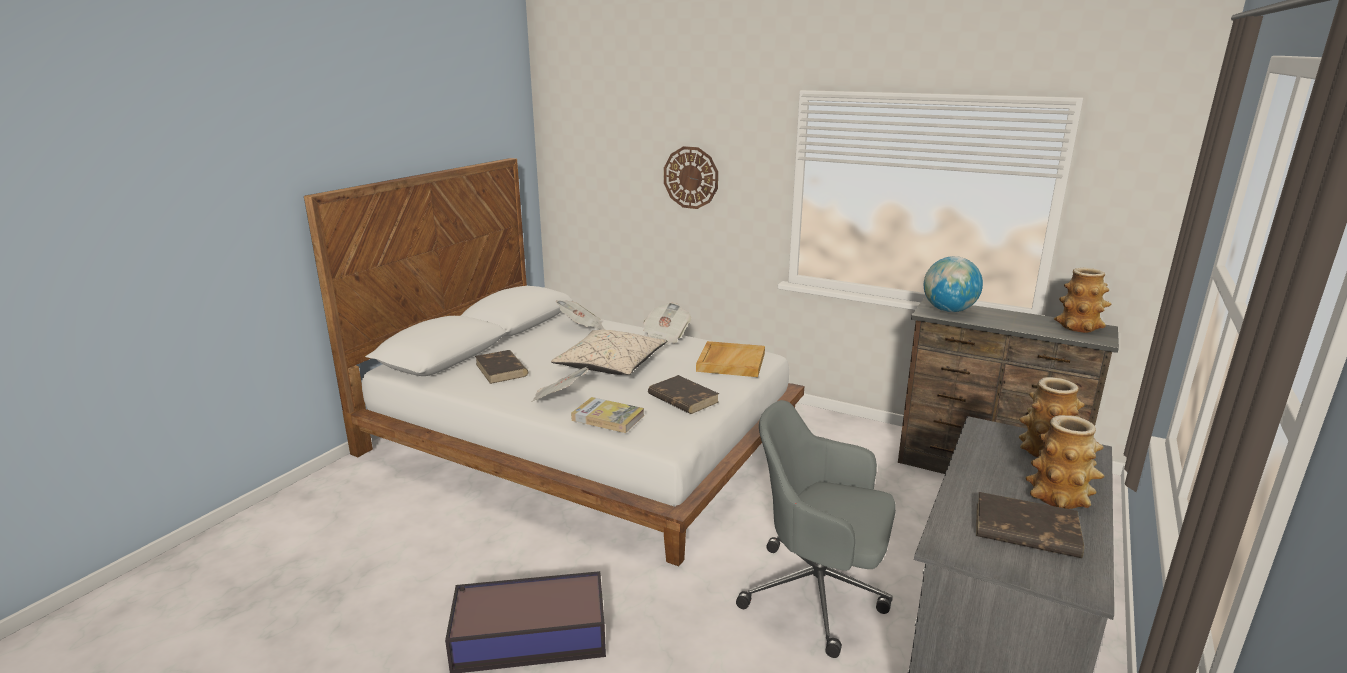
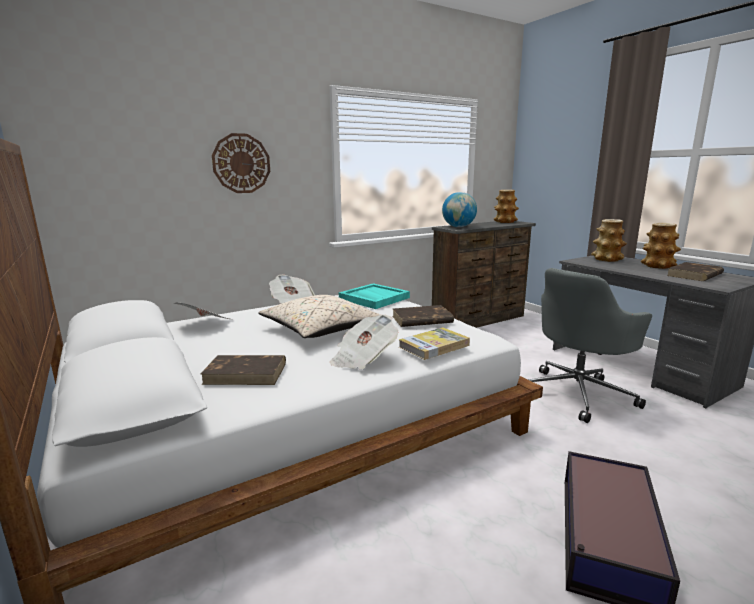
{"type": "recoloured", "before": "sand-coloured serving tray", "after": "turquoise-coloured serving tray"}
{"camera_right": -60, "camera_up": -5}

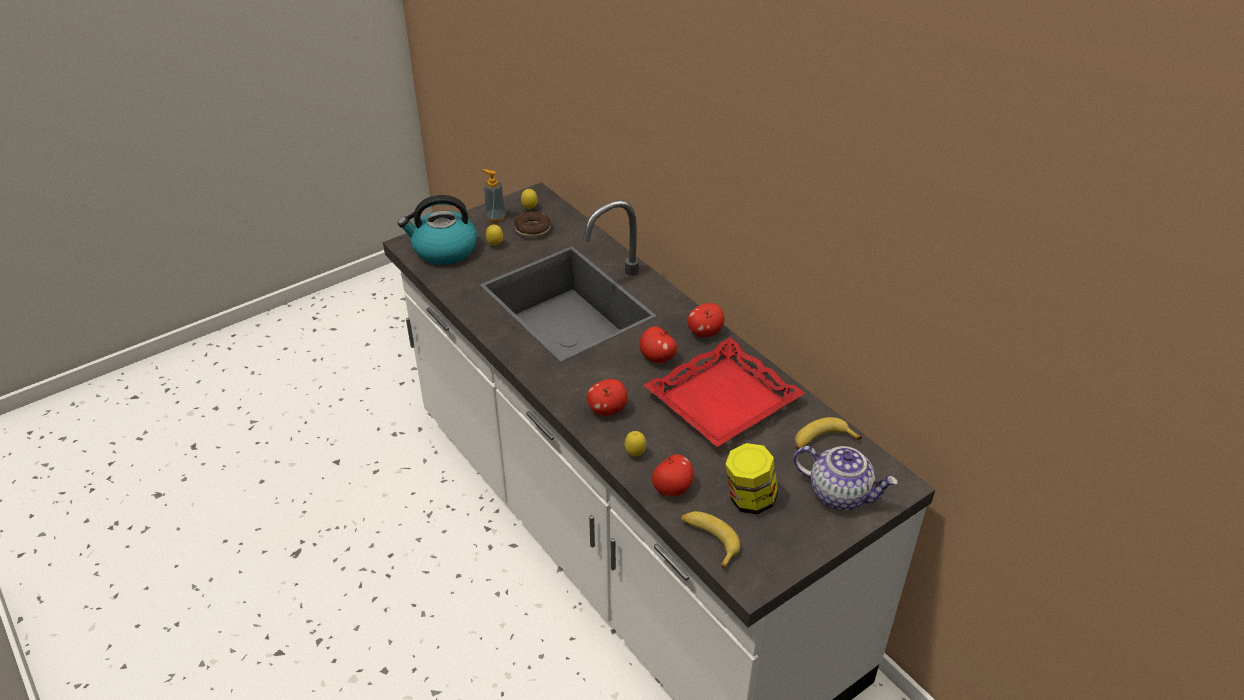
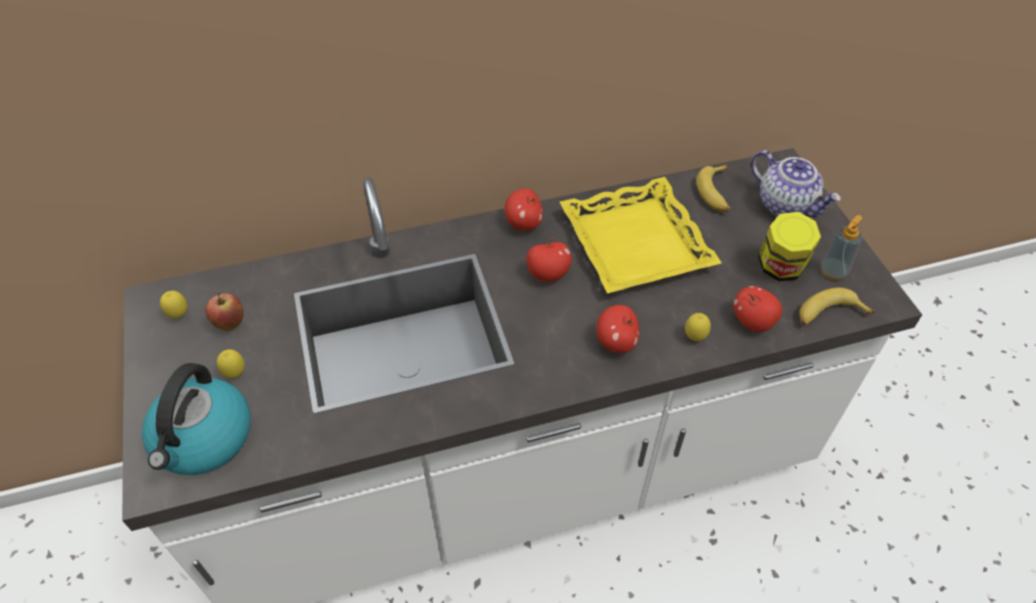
{"type": "moved", "before": "liquid soap bottle"}
{"type": "replaced", "before": "doughnut", "after": "apple (1st from left)"}
{"type": "recoloured", "before": "reddish serving tray", "after": "yellow-coloured serving tray"}
{"type": "turned", "before": "tea pot", "turn": 90}
{"camera_right": -70, "camera_up": 10}

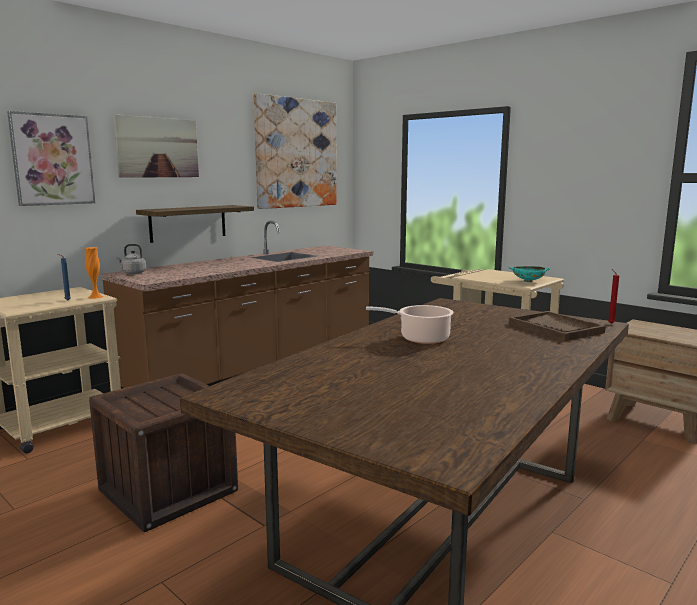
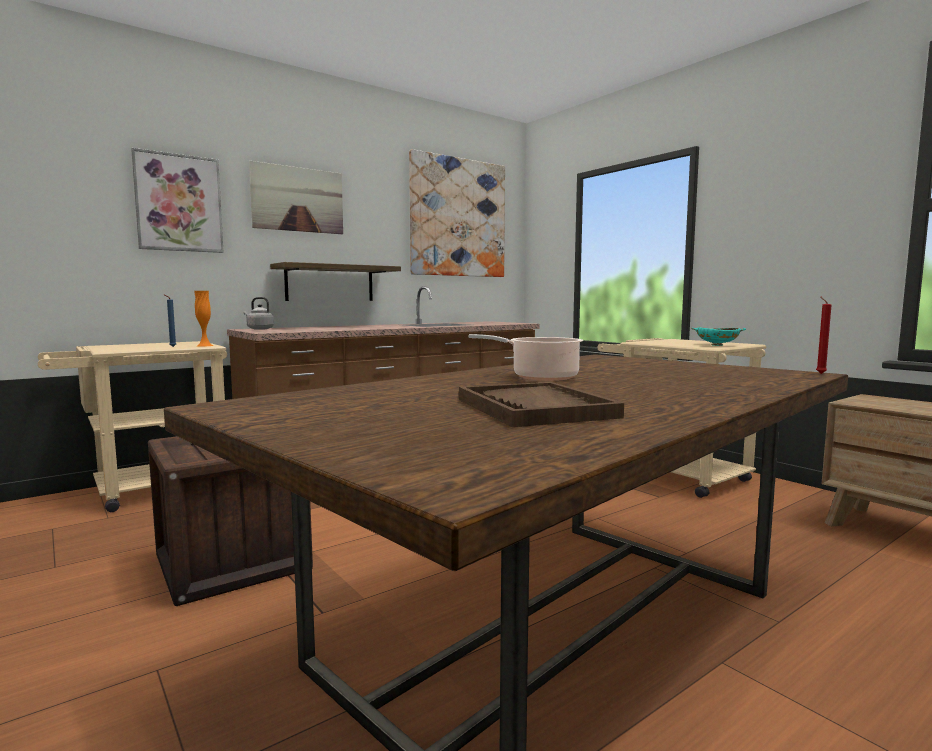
{"type": "moved", "before": "brownish serving tray"}
{"camera_right": 10, "camera_up": -5}

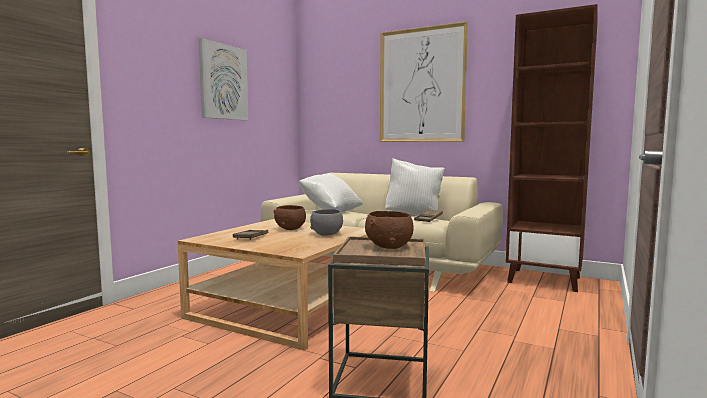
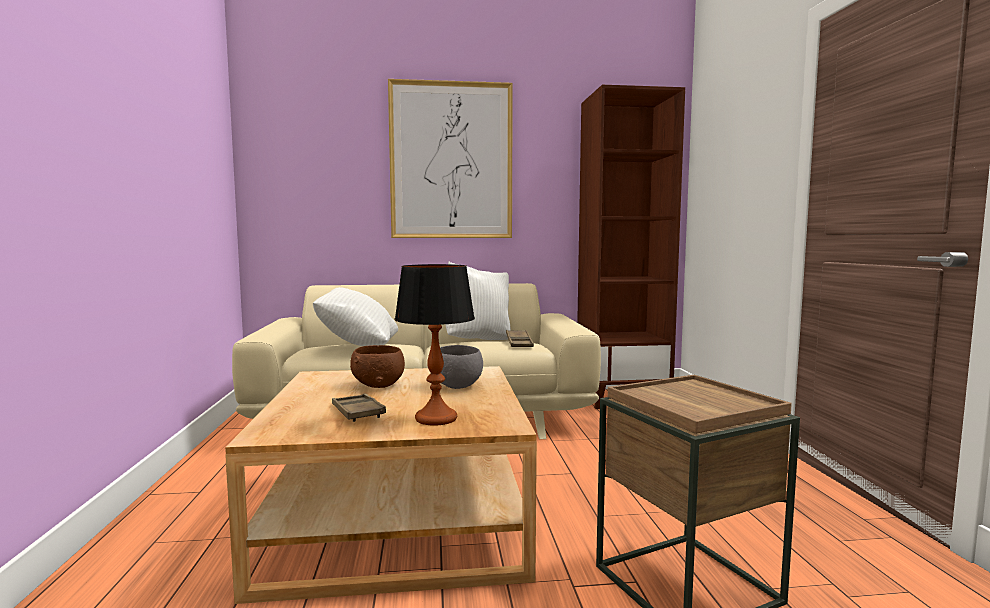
{"type": "removed", "before": "wall art (1st from left)"}
{"type": "removed", "before": "brownish deep dish (2nd from left)"}
{"type": "added", "after": "table lamp"}
{"camera_right": -35, "camera_up": 0}

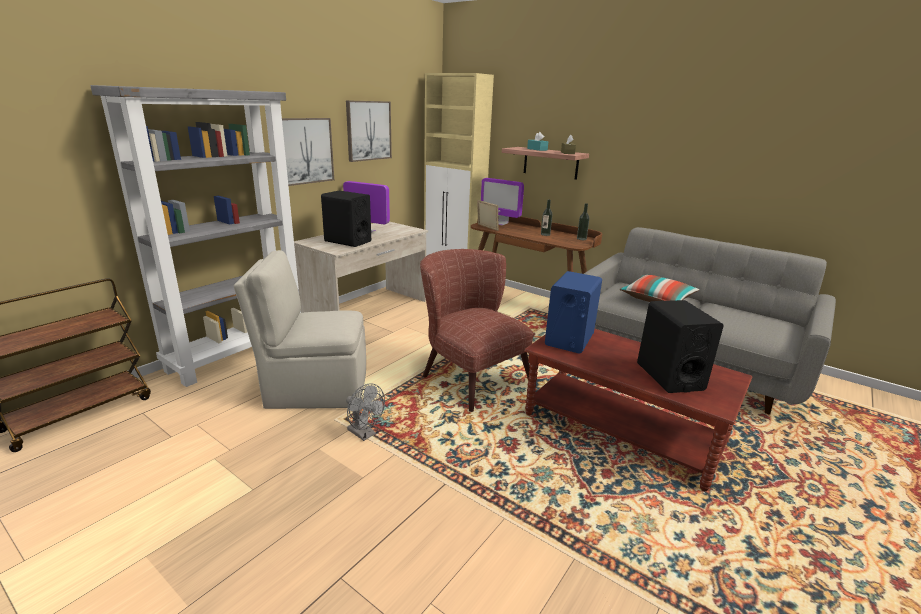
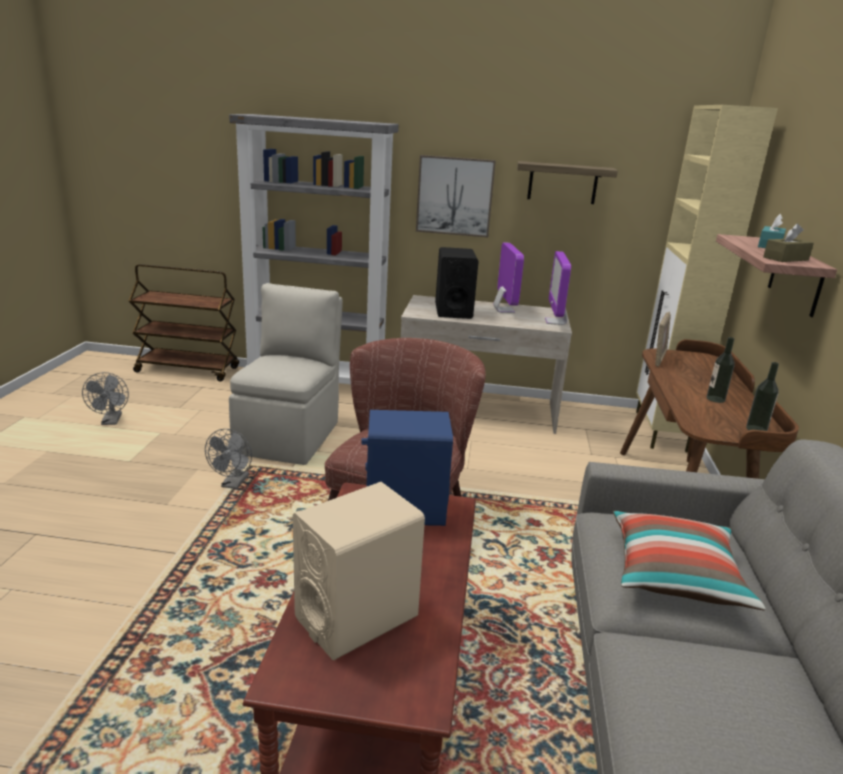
{"type": "added", "after": "gray fan (1st from left)"}
{"type": "moved", "before": "computer screen (2nd from left)"}
{"type": "replaced", "before": "wall art (2nd from left)", "after": "bracket shelf (1st from left)"}
{"type": "recoloured", "before": "blackish audio speaker (2nd from left)", "after": "sand-coloured audio speaker"}
{"type": "turned", "before": "sand-coloured plain chair", "turn": 45}
{"camera_right": 60, "camera_up": 0}

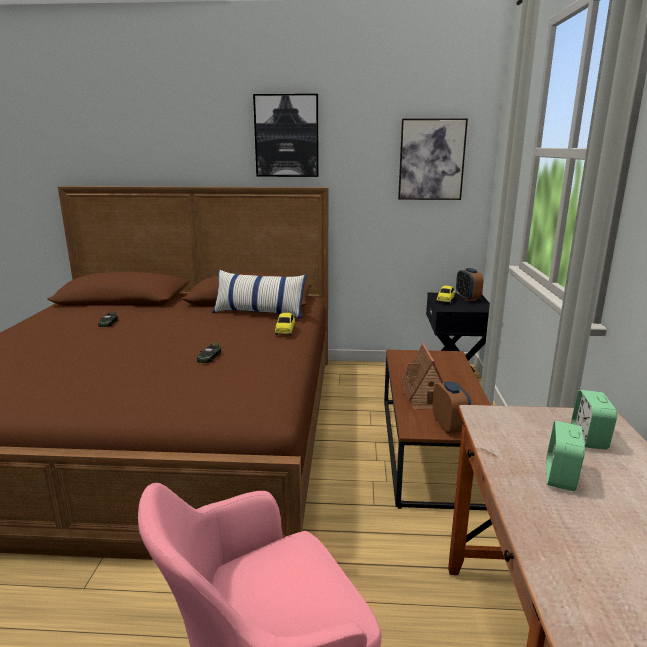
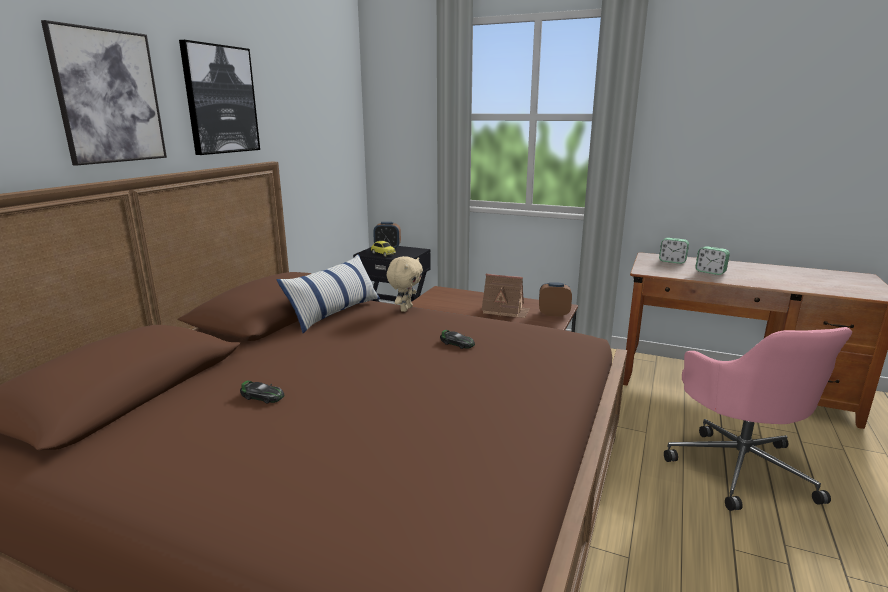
{"type": "moved", "before": "wall art (2nd from left in the first image)", "after": "wall art (1st from left)"}
{"type": "replaced", "before": "model car (3rd from left)", "after": "sand-coloured cuddly toy"}
{"camera_right": -70, "camera_up": 0}

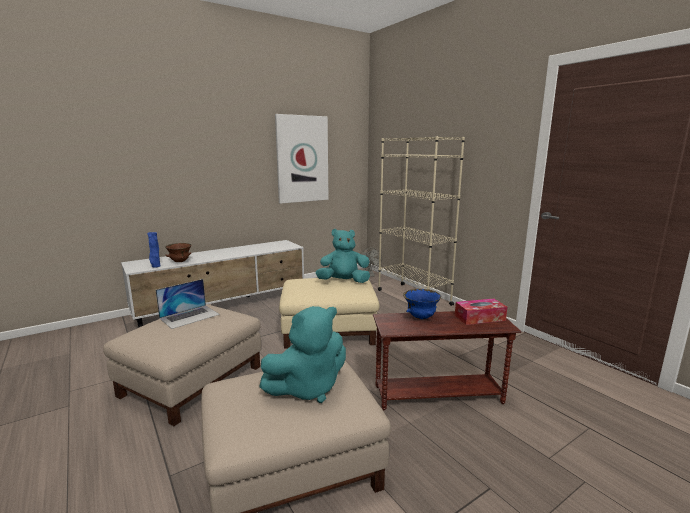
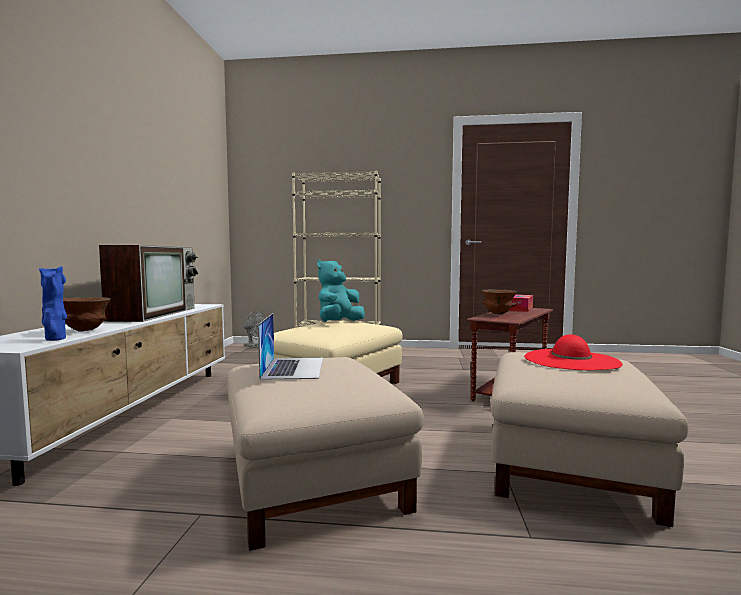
{"type": "removed", "before": "wall art"}
{"type": "added", "after": "TV set"}
{"type": "replaced", "before": "turquoise-coloured cuddly toy (1st from left)", "after": "reddish wearable hat"}
{"type": "recoloured", "before": "blue-coloured deep dish", "after": "brownish deep dish (2nd from left)"}
{"camera_right": -50, "camera_up": -10}

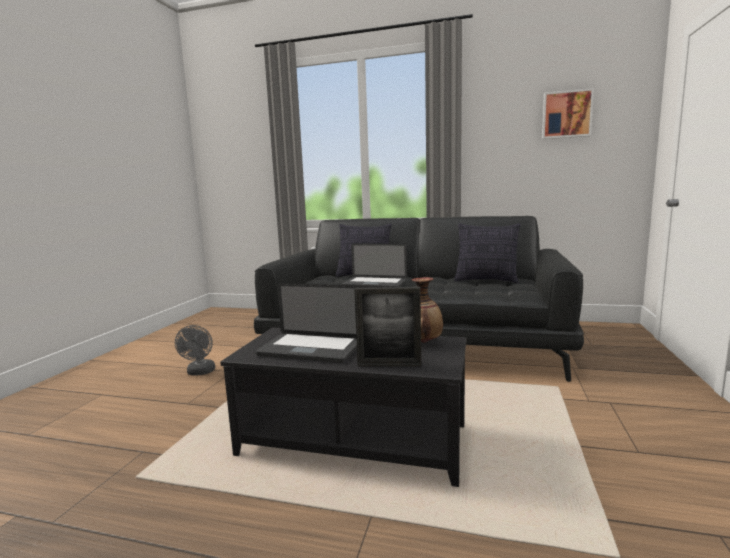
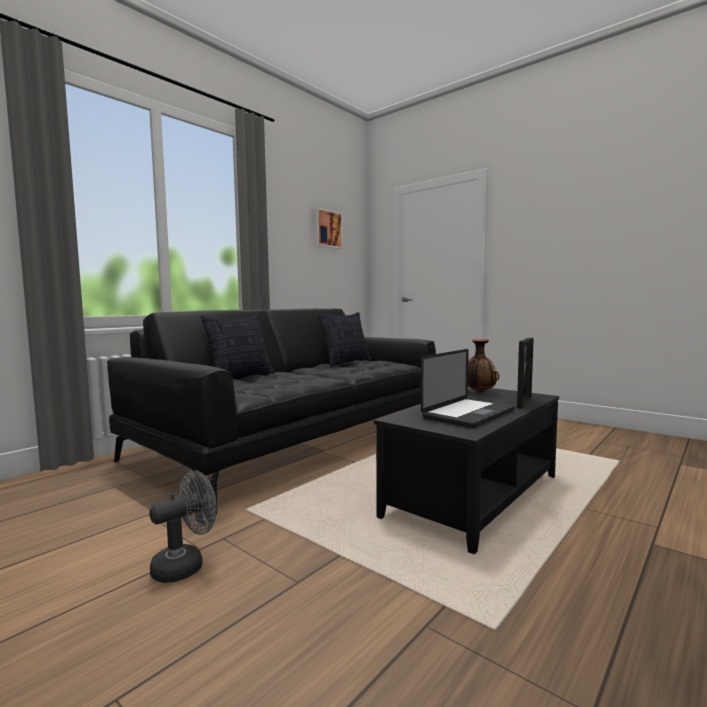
{"type": "removed", "before": "laptop (2nd from left)"}
{"type": "turned", "before": "gray fan", "turn": -60}
{"camera_right": -65, "camera_up": -5}

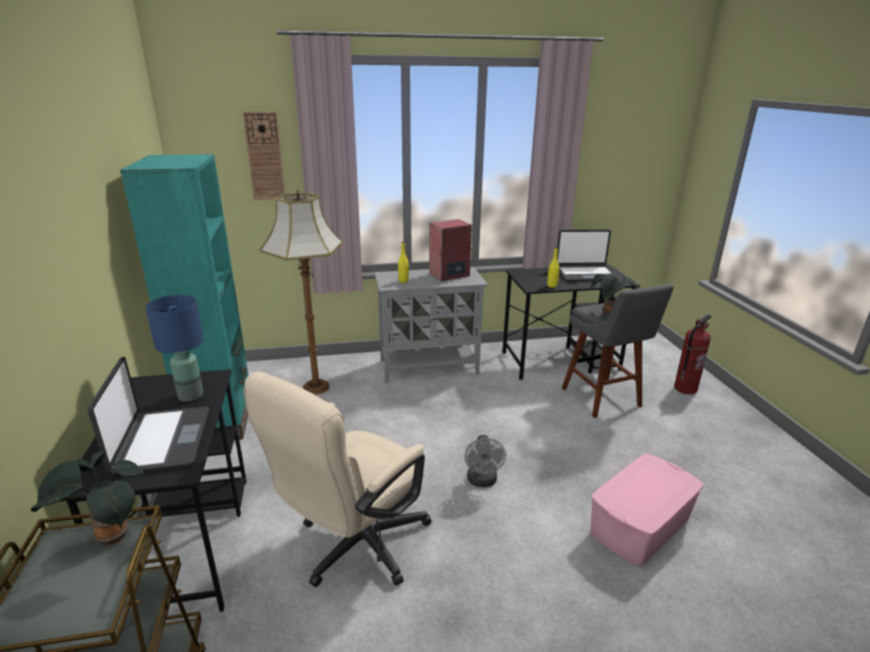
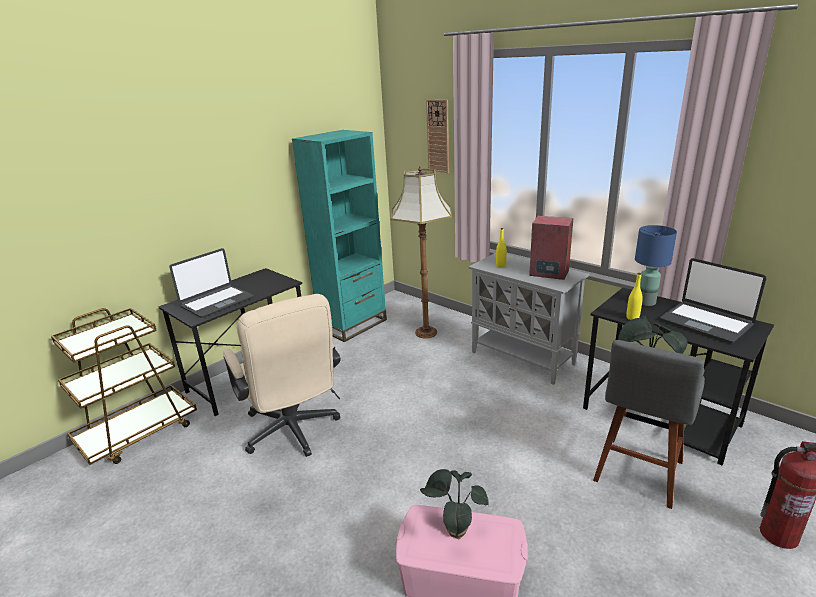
{"type": "removed", "before": "gray fan"}
{"type": "moved", "before": "houseplant (1st from left)"}
{"type": "moved", "before": "blue-coloured table lamp"}
{"type": "turned", "before": "sand-coloured computer chair", "turn": -120}
{"camera_right": 55, "camera_up": 0}

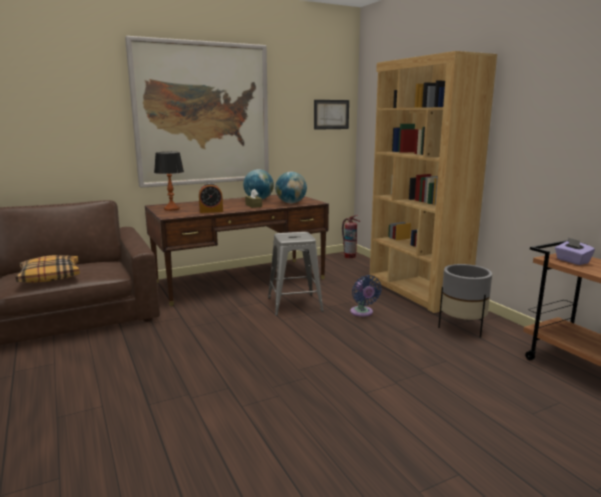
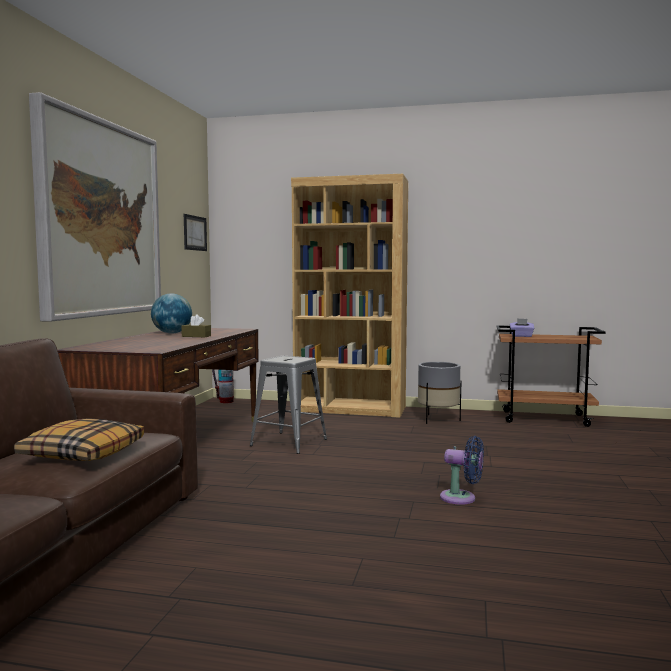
{"type": "removed", "before": "table lamp"}
{"type": "removed", "before": "table clock"}
{"type": "removed", "before": "world globe (2nd from left)"}
{"type": "moved", "before": "blue-coloured fan"}
{"camera_right": -50, "camera_up": -10}

